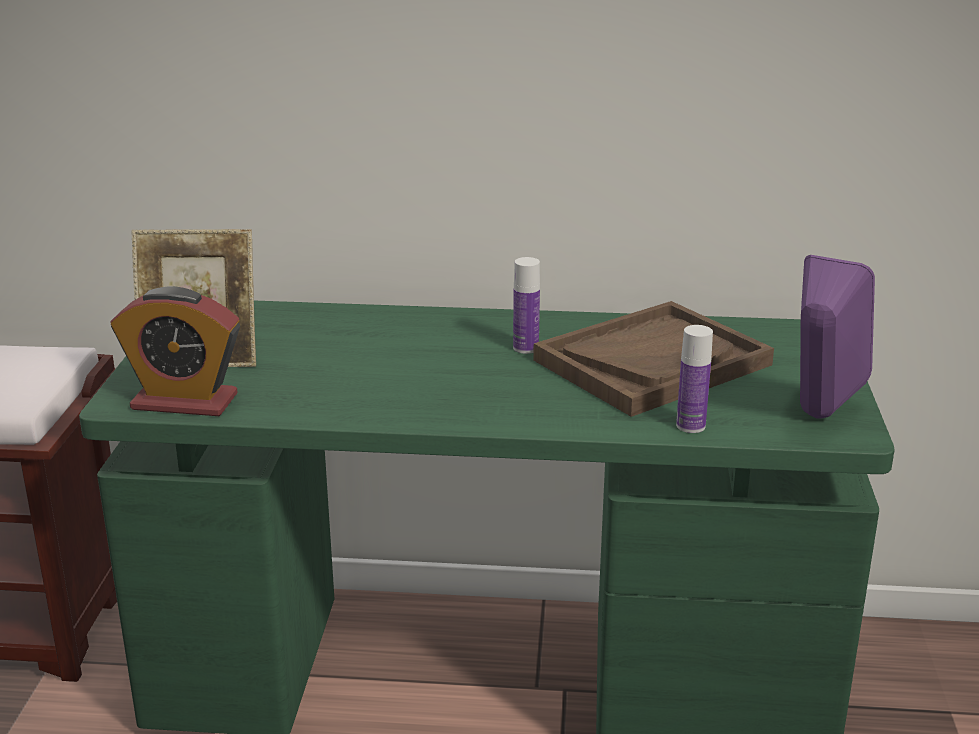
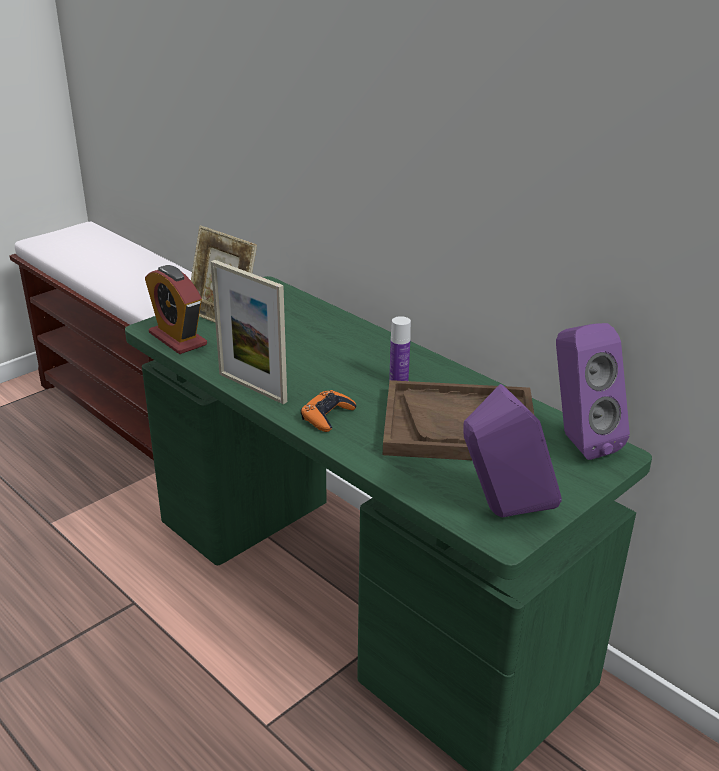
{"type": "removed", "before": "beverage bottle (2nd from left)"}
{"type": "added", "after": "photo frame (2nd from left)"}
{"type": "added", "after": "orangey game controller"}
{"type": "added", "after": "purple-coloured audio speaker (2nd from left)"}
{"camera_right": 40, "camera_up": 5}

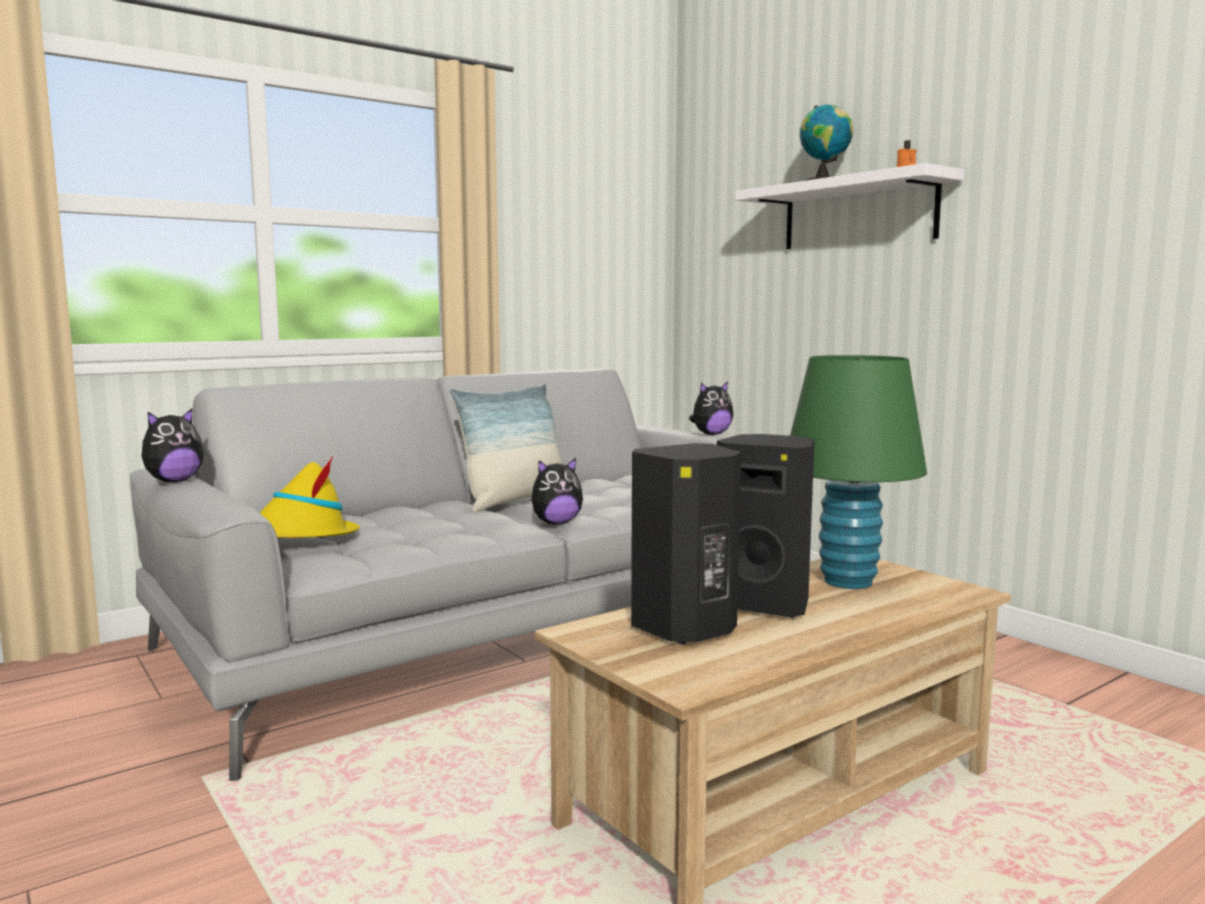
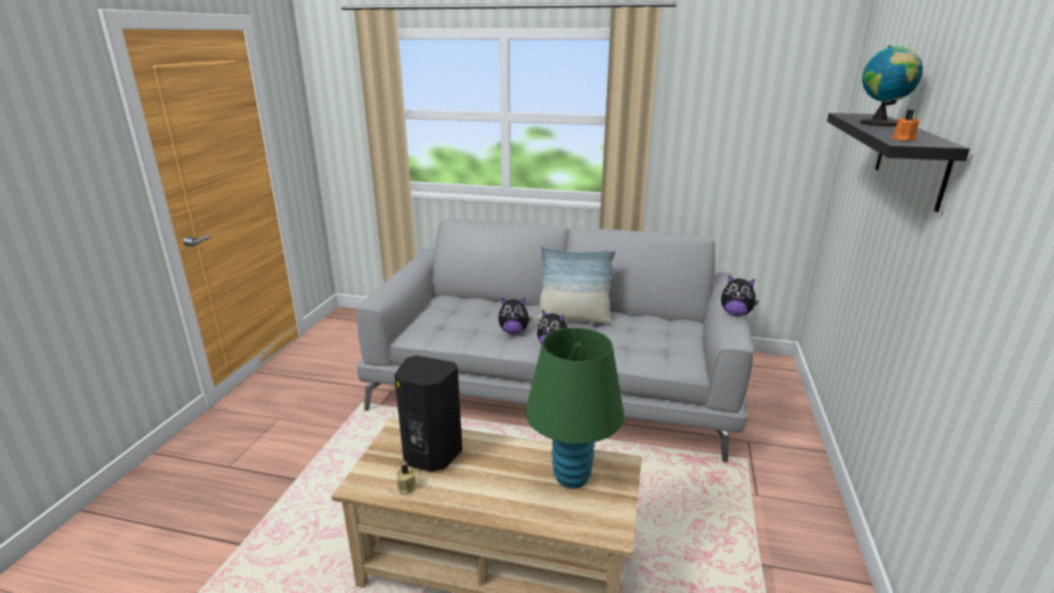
{"type": "removed", "before": "yellow-coloured wearable hat"}
{"type": "removed", "before": "blackish audio speaker (2nd from left)"}
{"type": "added", "after": "sand-coloured wax candle"}
{"type": "moved", "before": "cuddly toy (1st from left)"}
{"type": "recoloured", "before": "white-coloured bracket shelf", "after": "blackish bracket shelf"}
{"camera_right": 50, "camera_up": 15}

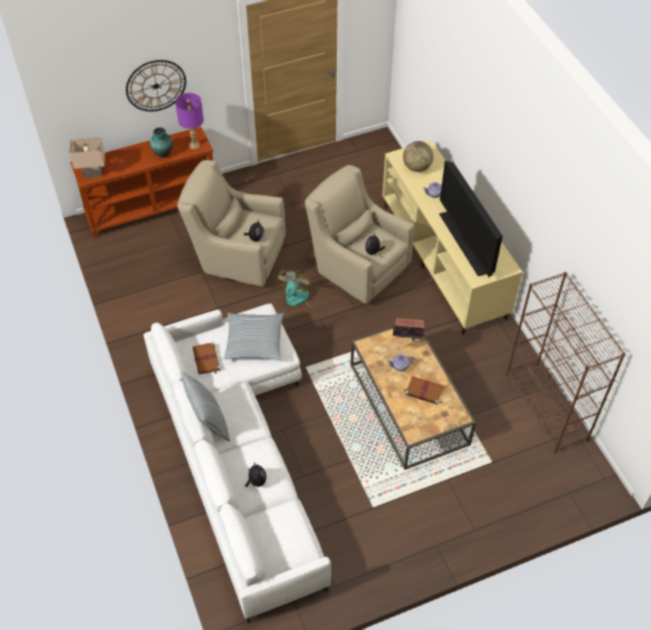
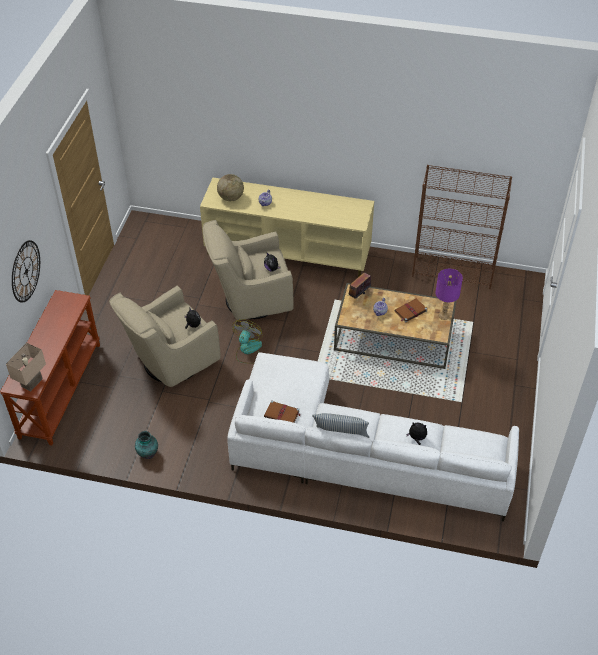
{"type": "removed", "before": "throw pillow (2nd from left)"}
{"type": "removed", "before": "TV set"}
{"type": "moved", "before": "flower vase"}
{"type": "moved", "before": "purple-coloured table lamp"}
{"type": "turned", "before": "fan", "turn": 60}
{"camera_right": -55, "camera_up": -5}

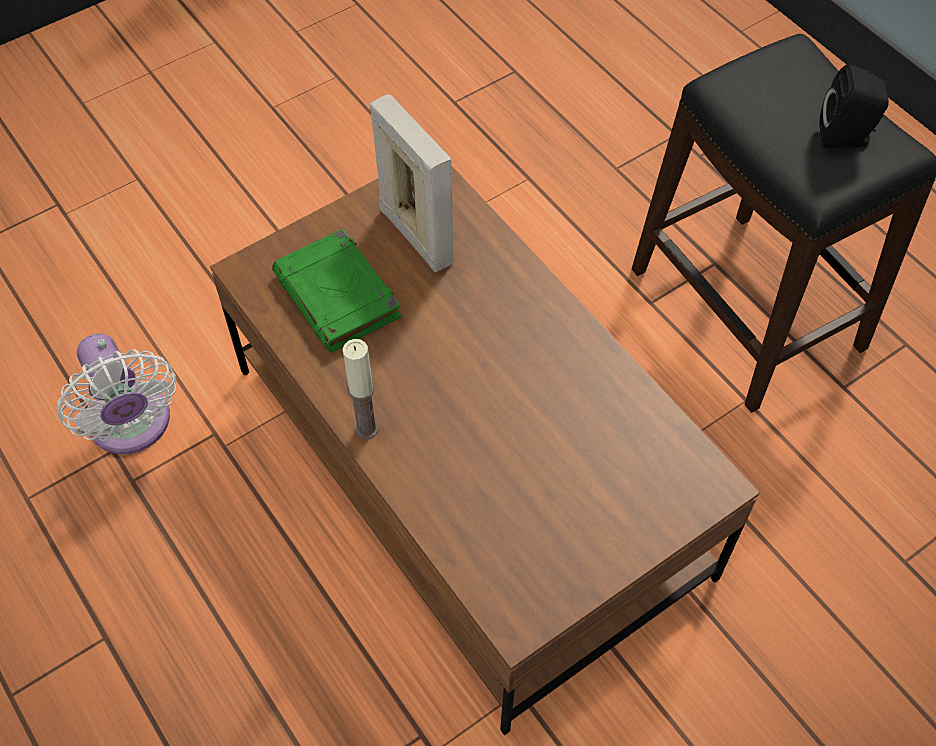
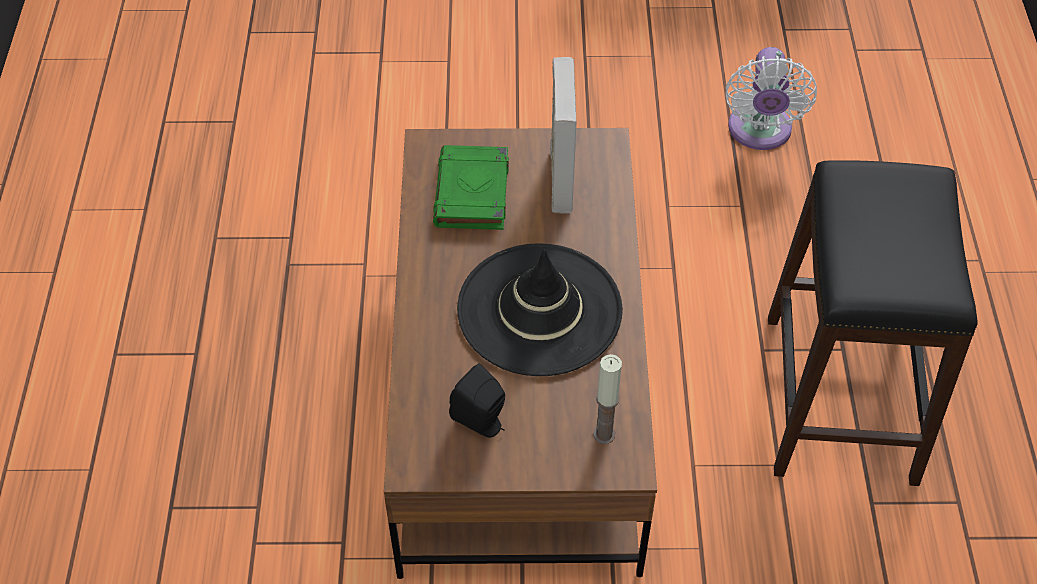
{"type": "added", "after": "blackish wearable hat"}
{"type": "moved", "before": "white-coloured fan"}
{"type": "moved", "before": "wax candle"}
{"type": "moved", "before": "blackish audio speaker"}
{"camera_right": 35, "camera_up": -5}

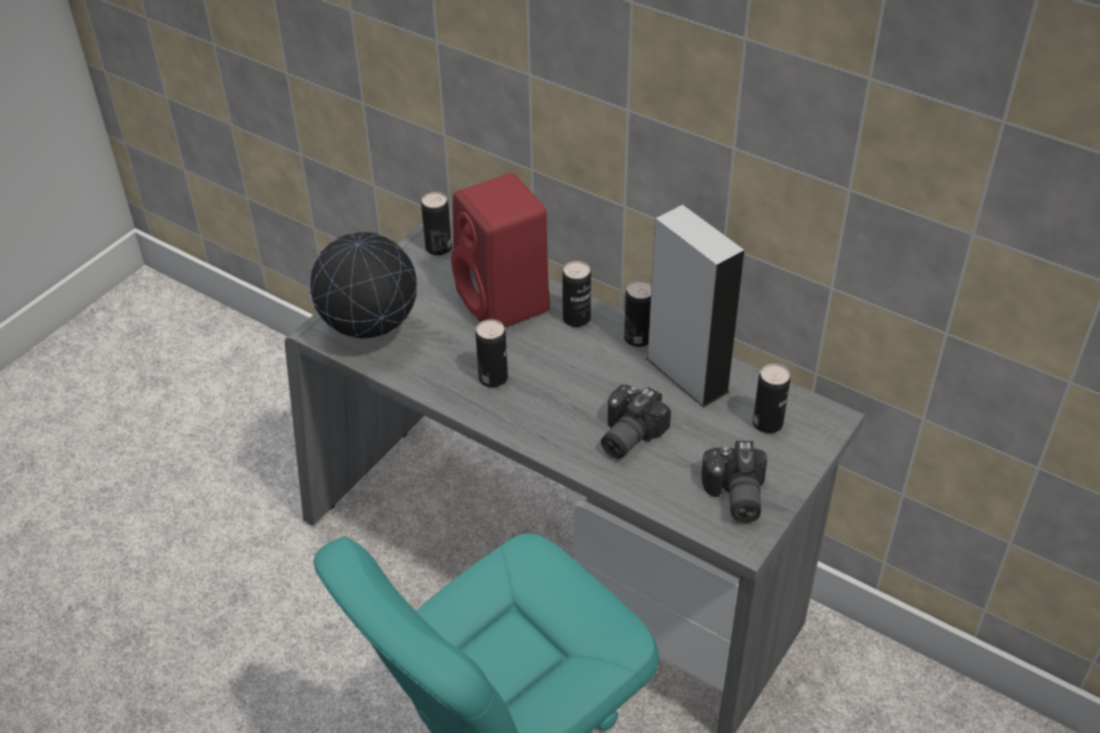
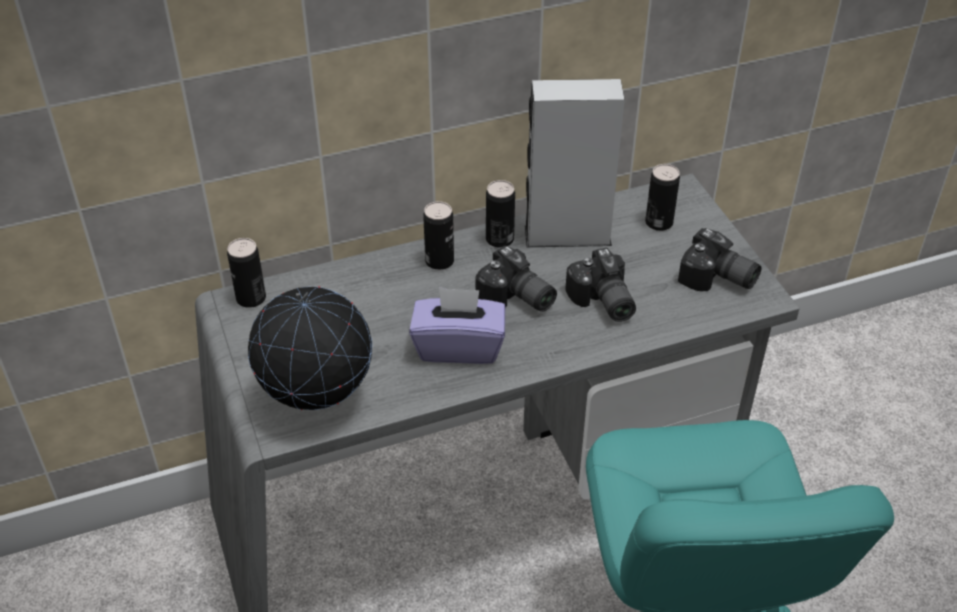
{"type": "removed", "before": "reddish audio speaker"}
{"type": "added", "after": "still camera (1st from left)"}
{"type": "replaced", "before": "sealed can (2nd from left)", "after": "purple-coloured tissue holder"}
{"camera_right": -55, "camera_up": 0}

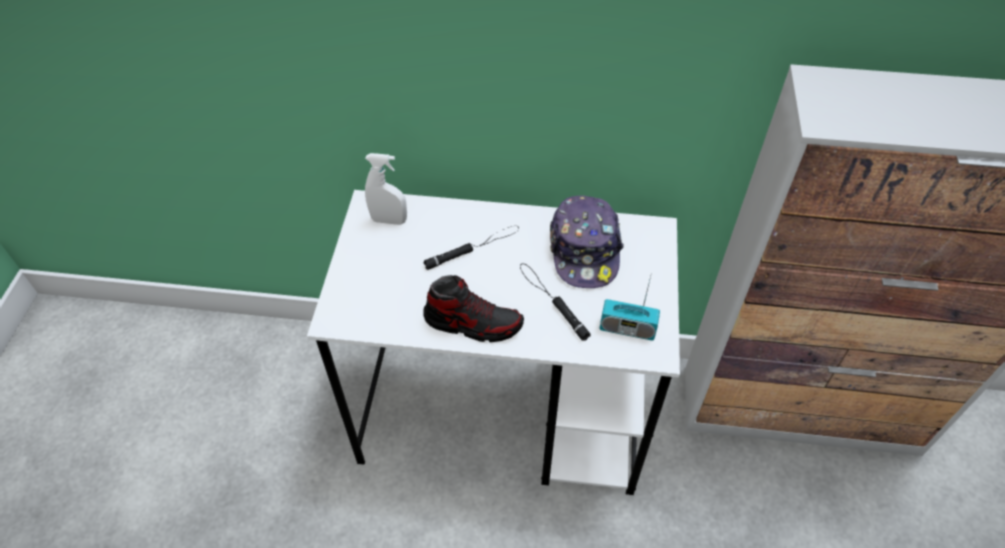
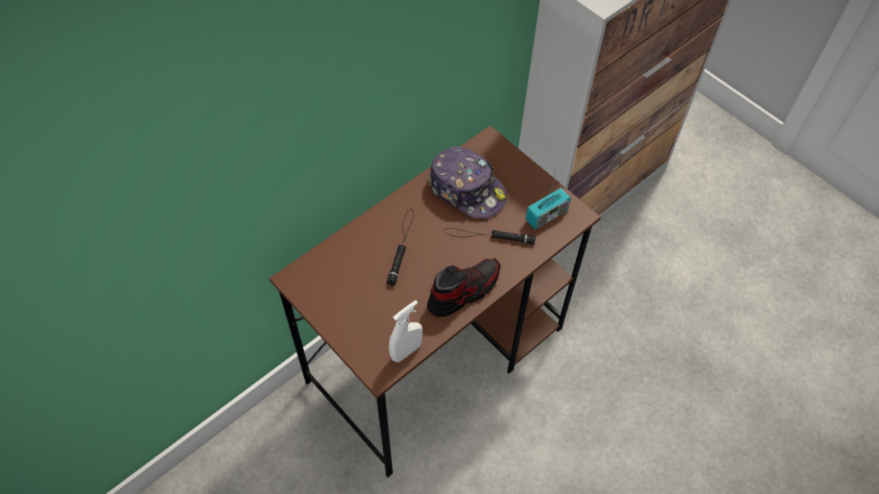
{"type": "moved", "before": "white-coloured hand sprayer"}
{"type": "recoloured", "before": "white-coloured desk unit", "after": "brownish desk unit"}
{"camera_right": -50, "camera_up": 5}

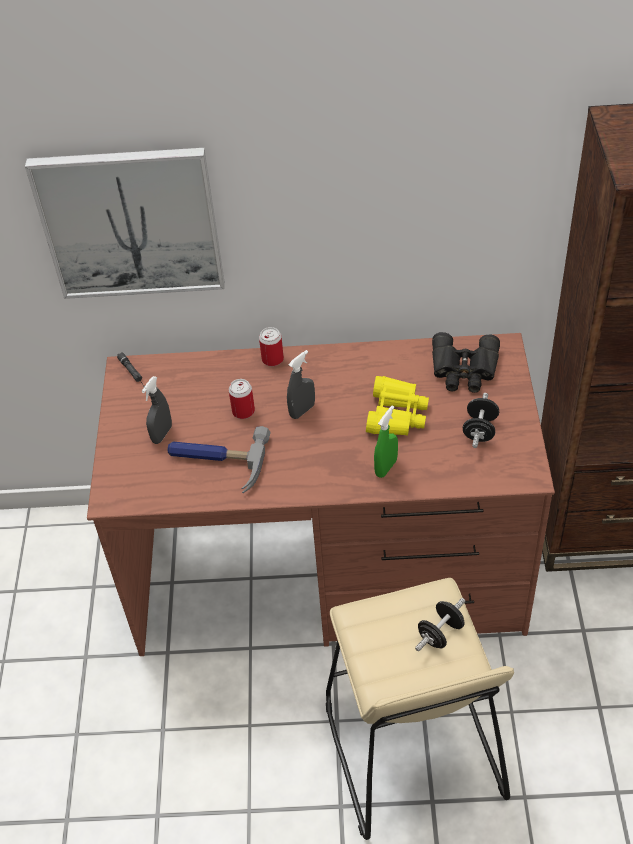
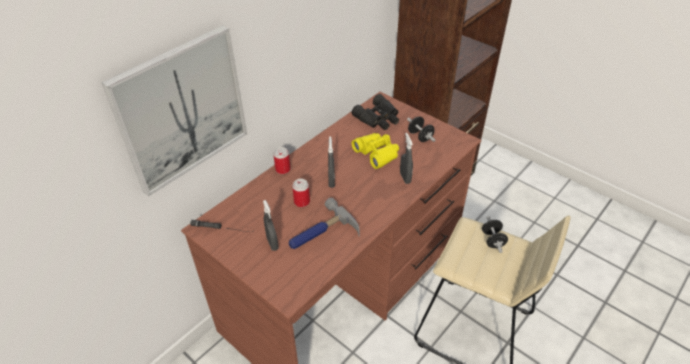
{"type": "recoloured", "before": "green hand sprayer", "after": "gray hand sprayer (3rd from left)"}
{"camera_right": -50, "camera_up": -5}

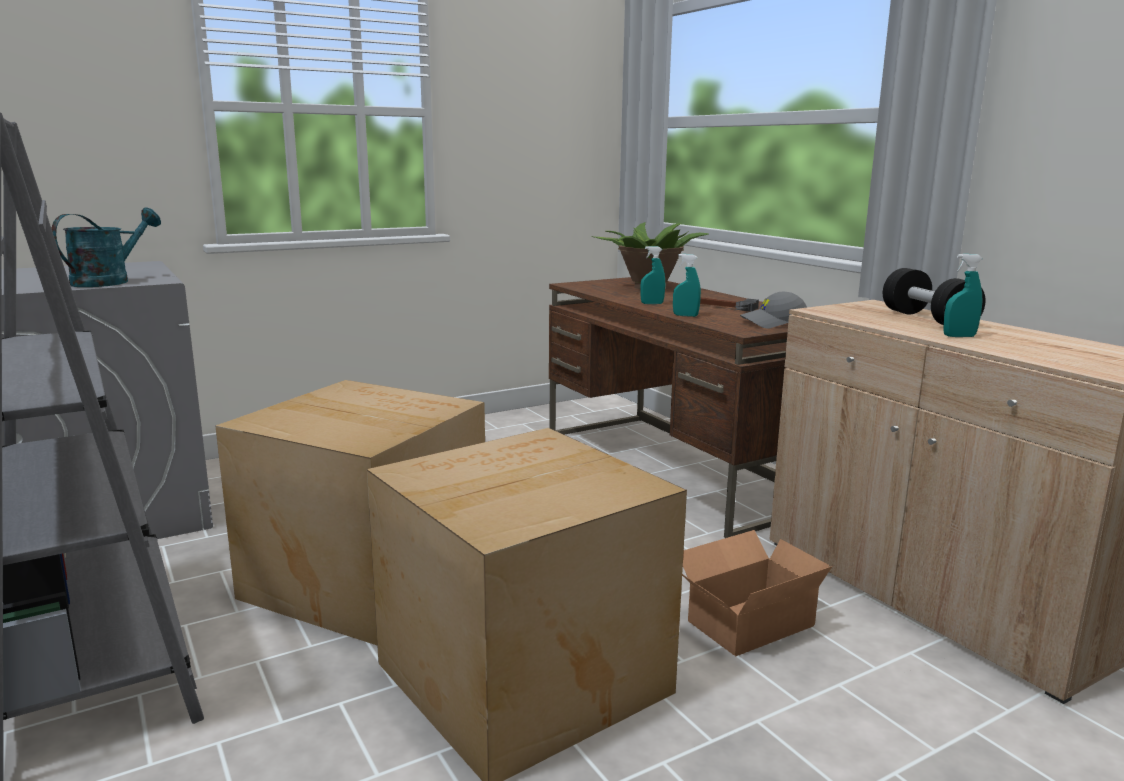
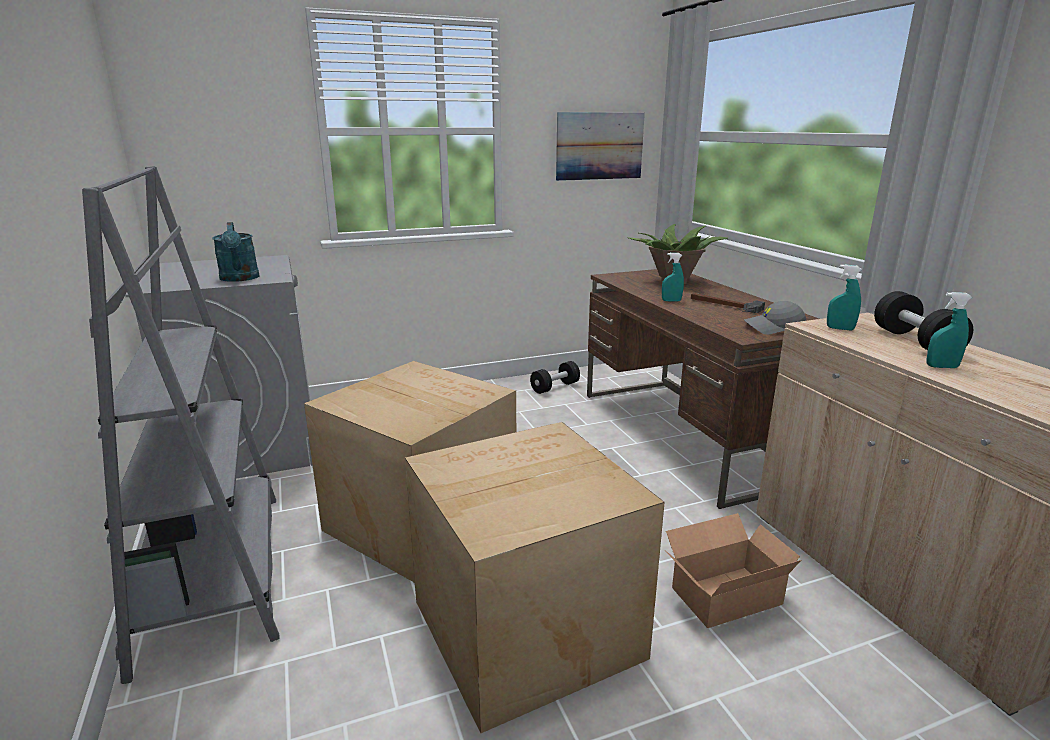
{"type": "added", "after": "blackish dumbbell (1st from left)"}
{"type": "added", "after": "wall art"}
{"type": "moved", "before": "turquoise-coloured hand sprayer (2nd from left)"}
{"type": "turned", "before": "turquoise-coloured watering can", "turn": 120}
{"camera_right": 10, "camera_up": 5}

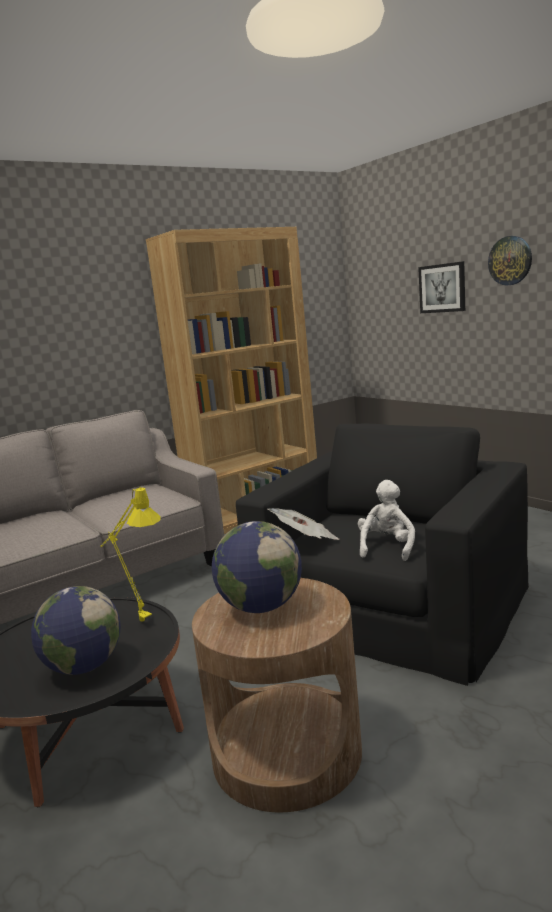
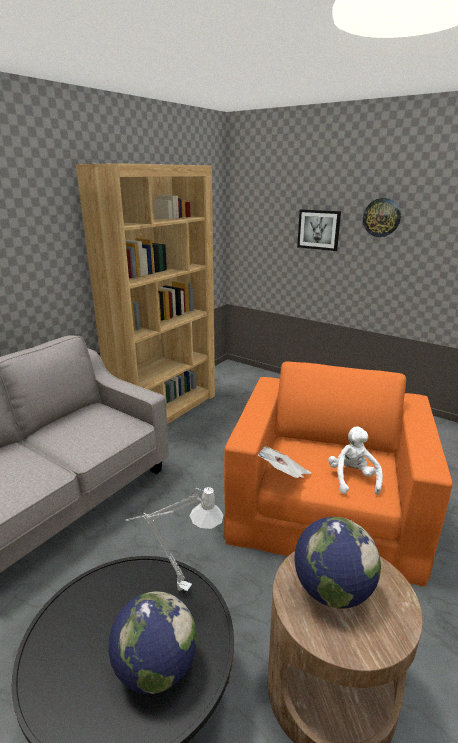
{"type": "recoloured", "before": "yellow-coloured table lamp", "after": "gray table lamp"}
{"type": "recoloured", "before": "blackish easy chair", "after": "orangey easy chair"}
{"camera_right": -20, "camera_up": 10}

